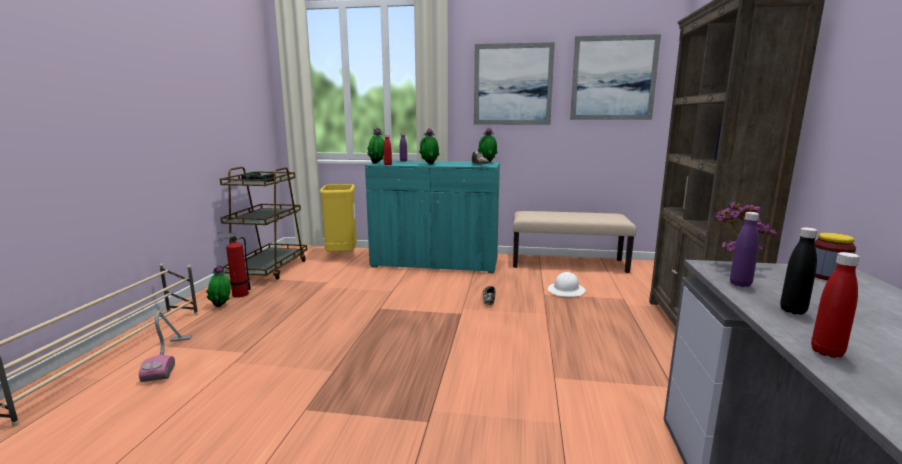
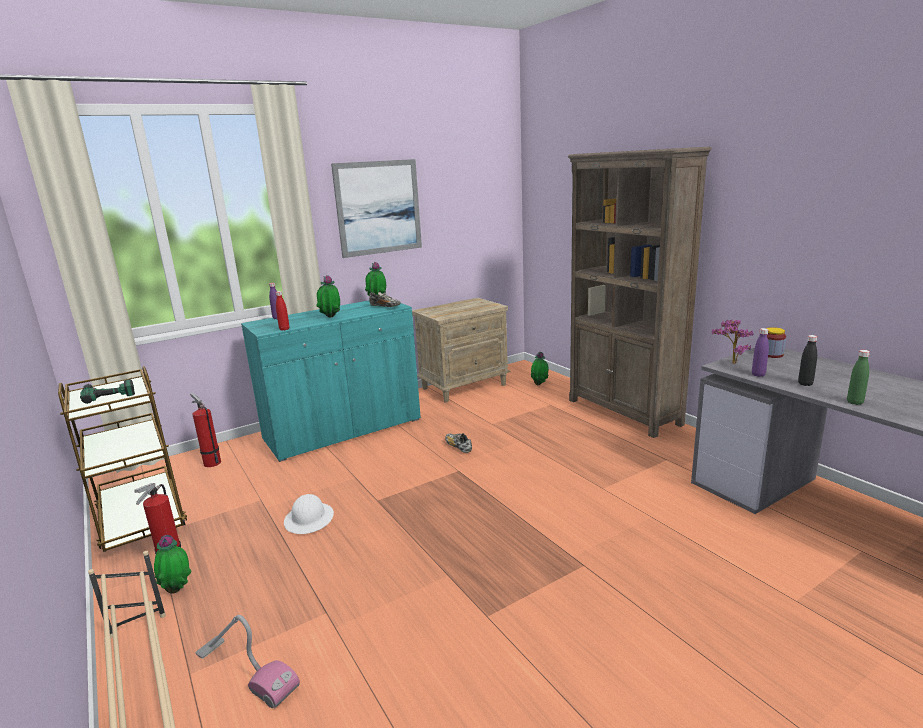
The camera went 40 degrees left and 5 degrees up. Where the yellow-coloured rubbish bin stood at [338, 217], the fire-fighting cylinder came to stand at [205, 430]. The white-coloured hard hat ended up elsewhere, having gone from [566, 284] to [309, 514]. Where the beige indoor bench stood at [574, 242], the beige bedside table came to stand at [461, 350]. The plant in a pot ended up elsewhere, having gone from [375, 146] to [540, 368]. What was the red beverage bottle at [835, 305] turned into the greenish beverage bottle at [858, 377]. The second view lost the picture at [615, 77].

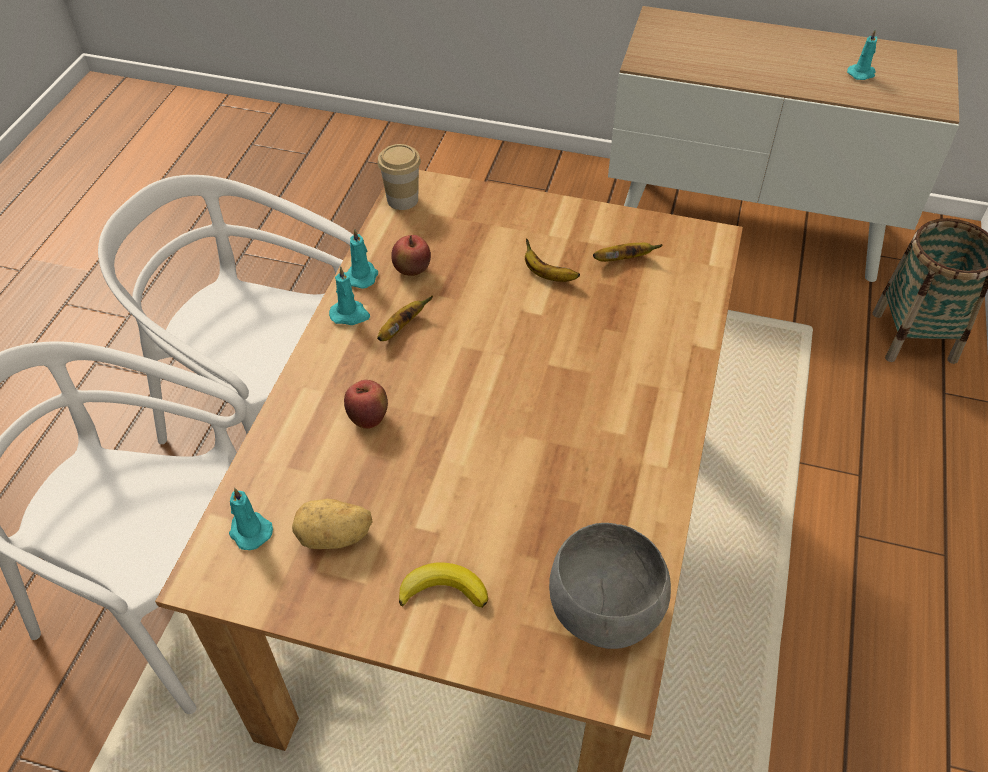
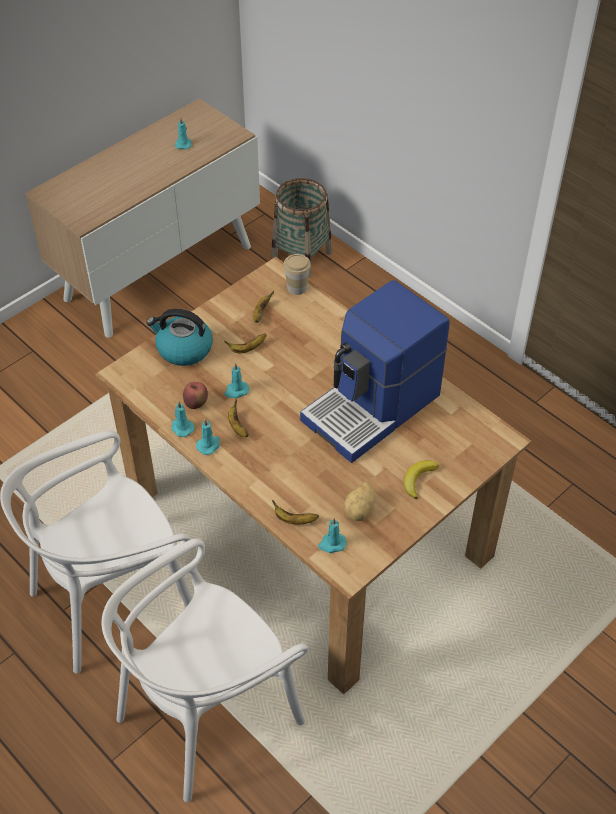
The camera went 60 degrees left and 0 degrees up. The second view gained the water kettle at [179, 337]. The second view gained the blue-green wax light at [236, 380]. The second view gained the whole banana at [295, 512]. The cup ended up elsewhere, having gone from [399, 177] to [297, 274]. The second view gained the coffee brewer at [375, 371]. The second view lost the whole apple at [366, 404]. The second view lost the grey bowl at [610, 586].

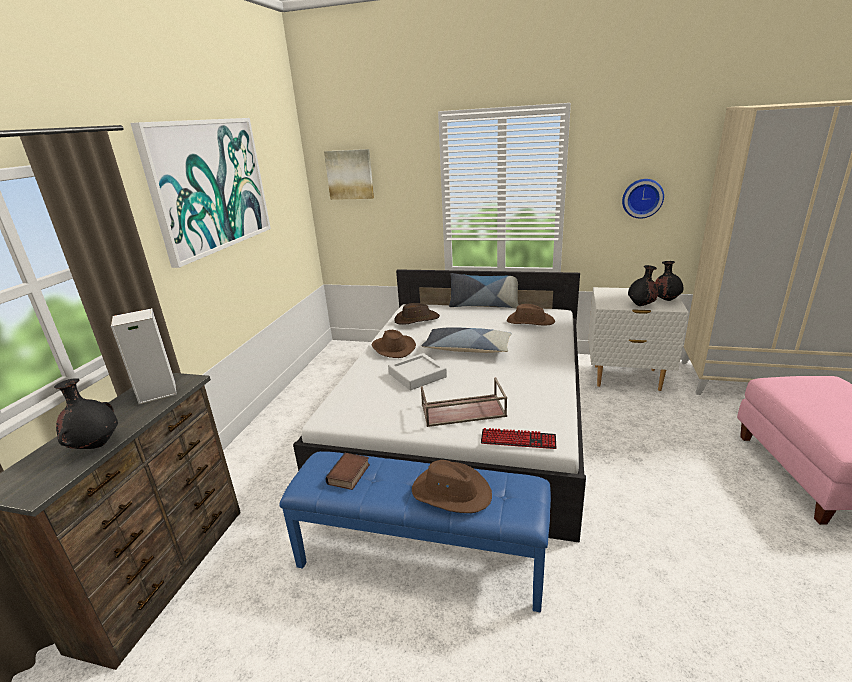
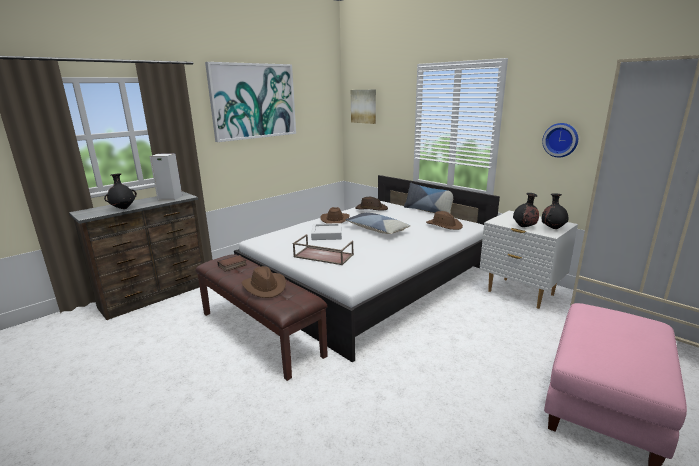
The camera went 30 degrees right and 5 degrees down. What was the blue-coloured indoor bench at [415, 532] turned into the brownish indoor bench at [261, 317]. The second view lost the PC keyboard at [518, 438].

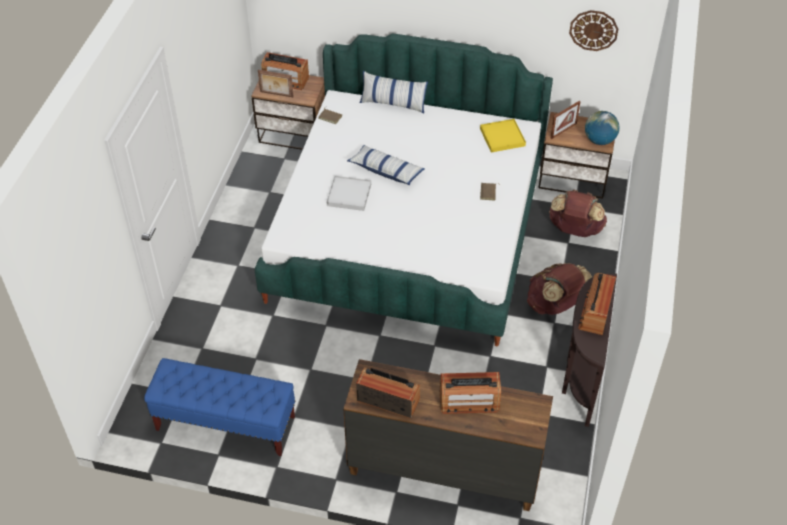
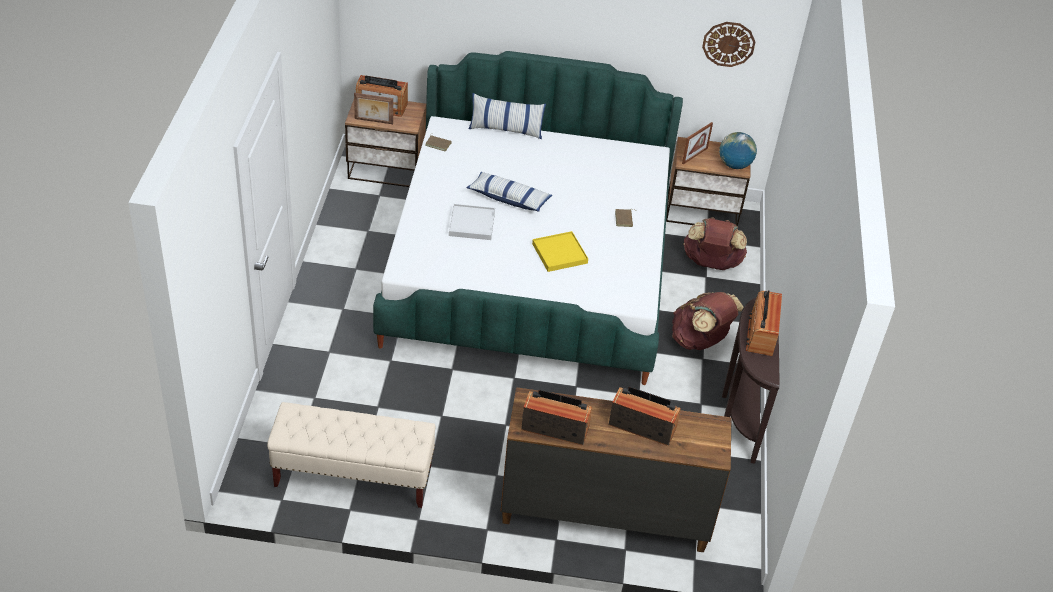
The camera went 10 degrees left and 5 degrees down. What was the blue-coloured indoor bench at [219, 407] turned into the beige indoor bench at [351, 455]. The yellow-coloured tray ended up elsewhere, having gone from [503, 135] to [560, 251]. The radio receiver at [470, 393] ended up facing another way, 150 degrees counterclockwise from before.

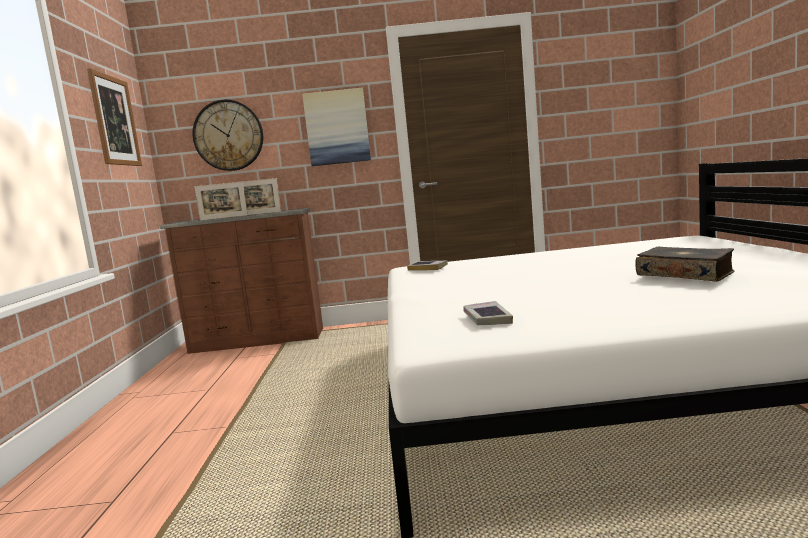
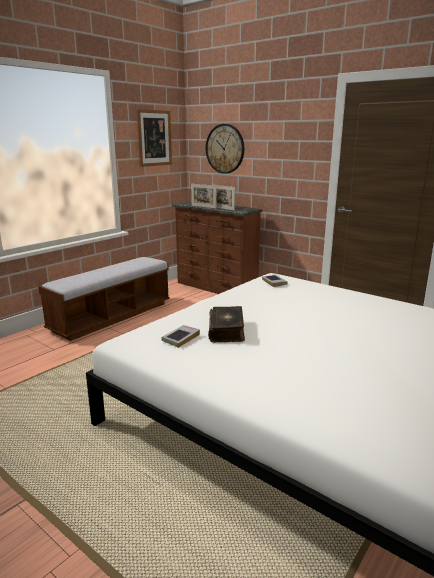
The camera went 40 degrees right and 10 degrees up. The second view gained the indoor bench at [104, 299]. The bound book ended up elsewhere, having gone from [685, 264] to [226, 324]. The second view lost the picture at [336, 127].

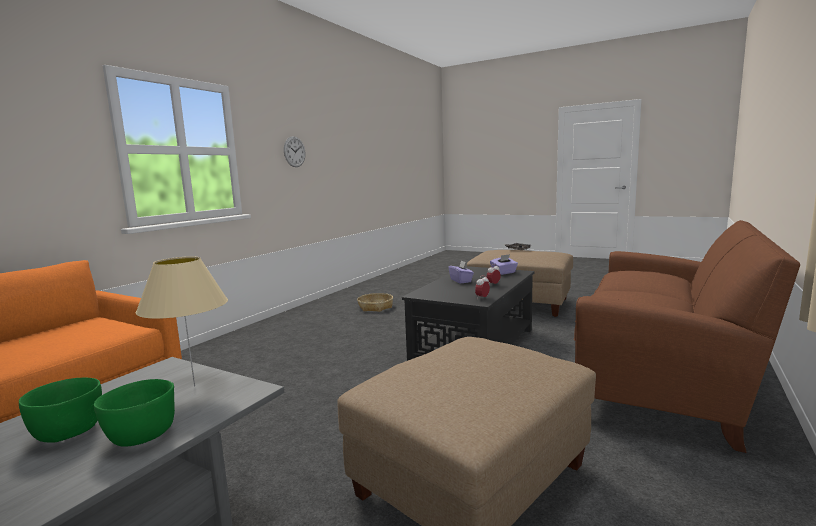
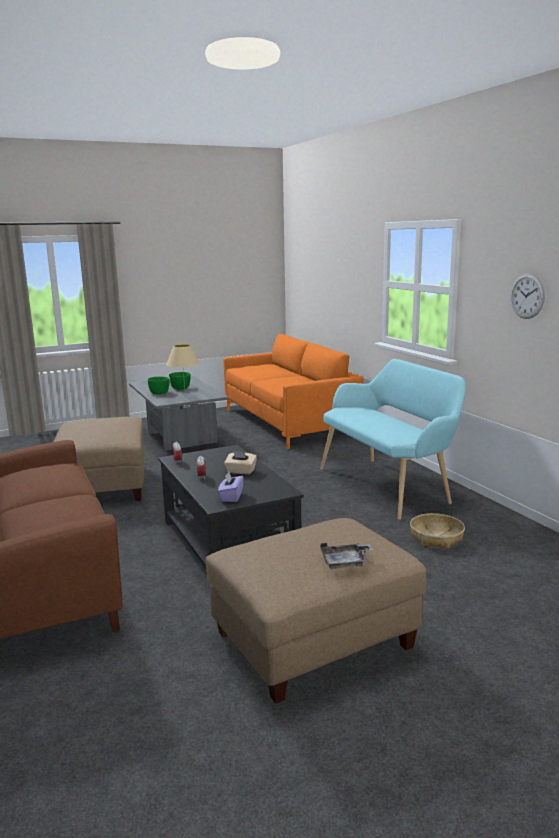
The camera went 125 degrees right and 5 degrees up. What was the purple-coloured tissue holder at [461, 272] turned into the beige tissue holder at [240, 462]. The second view gained the blue-green indoor bench at [393, 439].

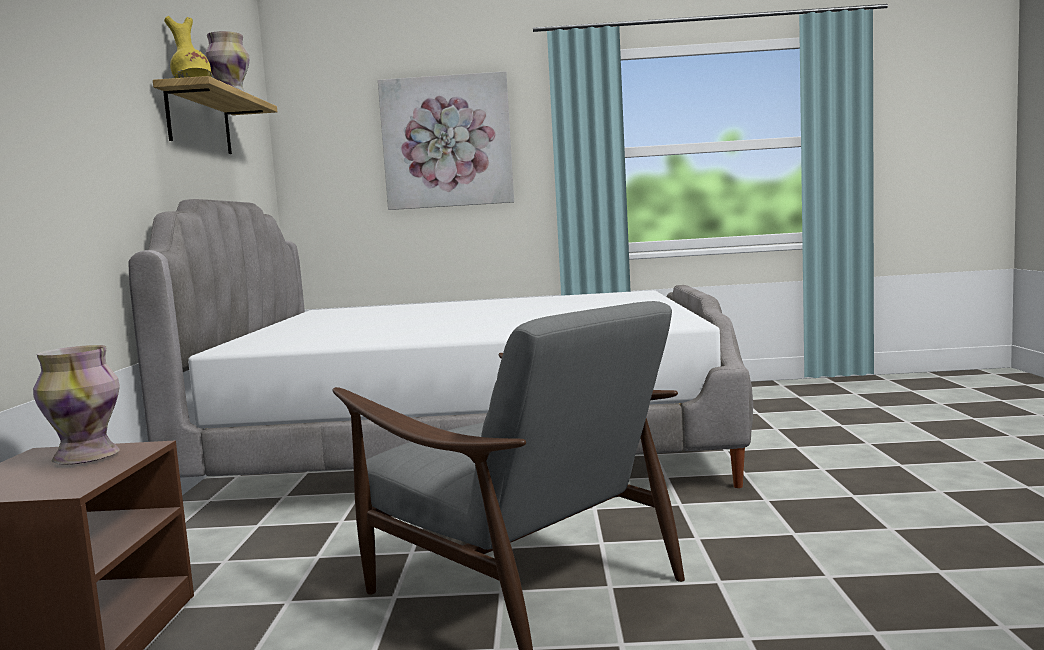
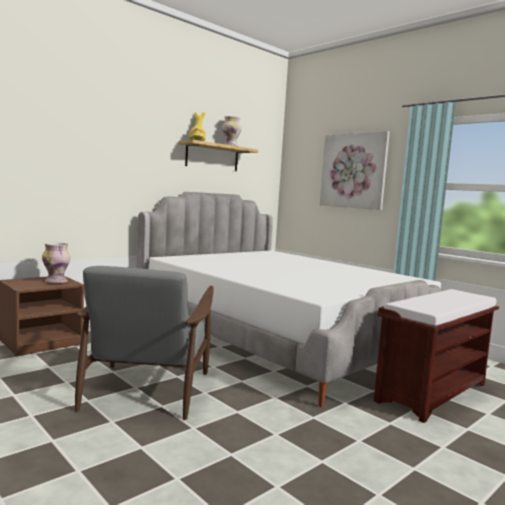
The camera went 45 degrees right and 0 degrees up. The second view gained the brownish indoor bench at [436, 356].

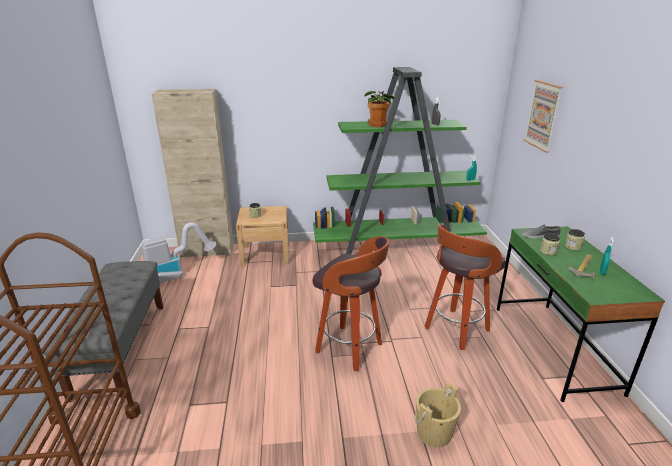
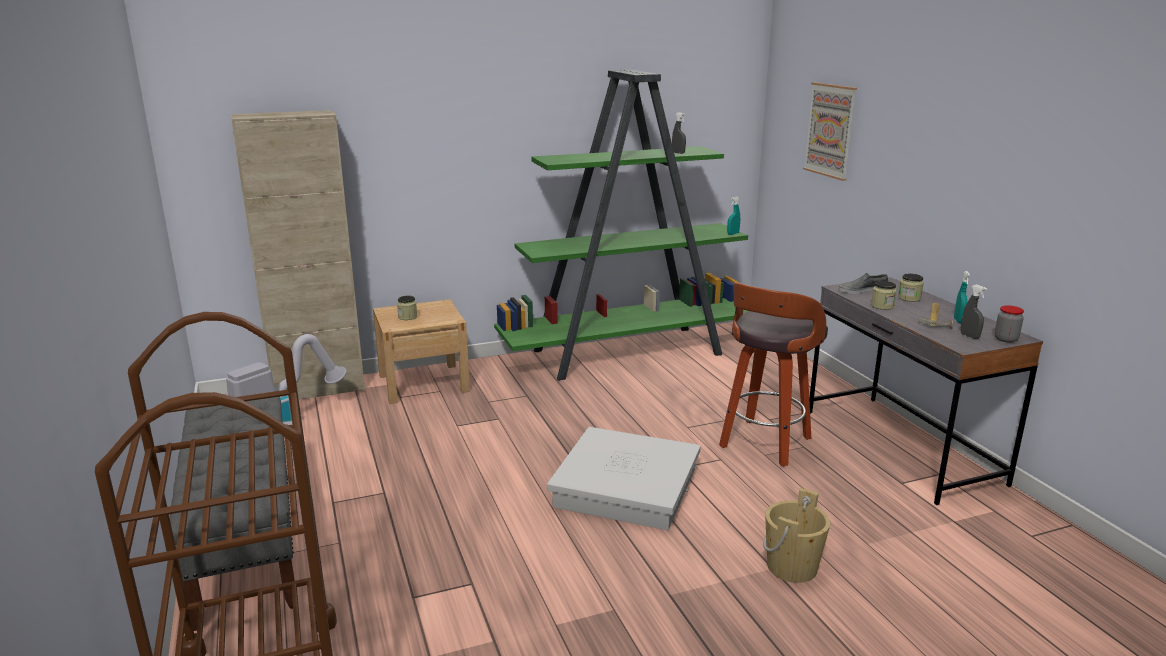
The camera went 15 degrees left and 5 degrees down. Where the sitting stool stood at [351, 303], the white-coloured storage box came to stand at [624, 478]. What was the greenish desk unit at [581, 314] turned into the grey desk unit at [926, 391]. The second view gained the grey spray bottle at [974, 312]. The second view gained the storage jar at [1009, 324]. The second view lost the plant in a pot at [379, 109].

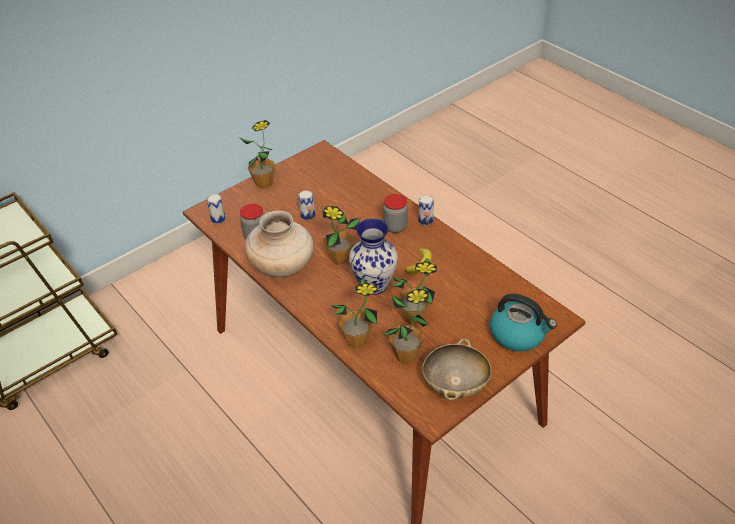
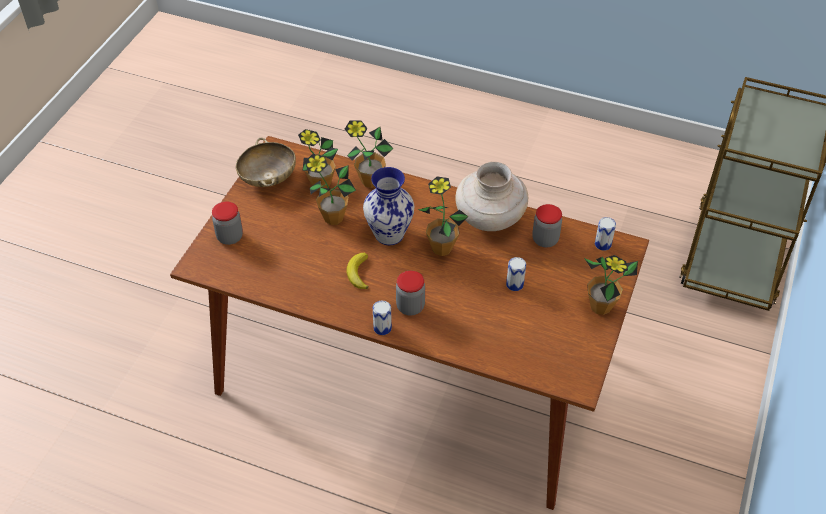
The camera went 150 degrees right and 5 degrees up. Where the water kettle stood at [523, 323], the storage jar came to stand at [227, 223].

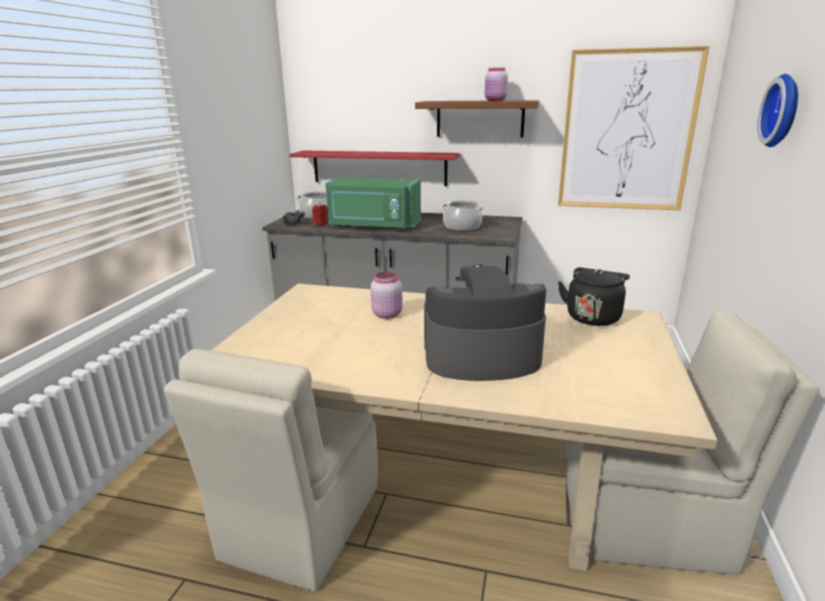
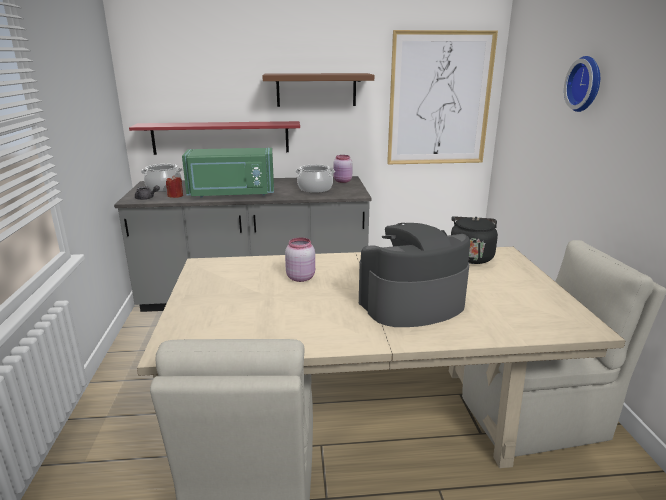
The camera went 20 degrees left and 0 degrees up. The pinkish storage jar ended up elsewhere, having gone from [496, 84] to [343, 169].

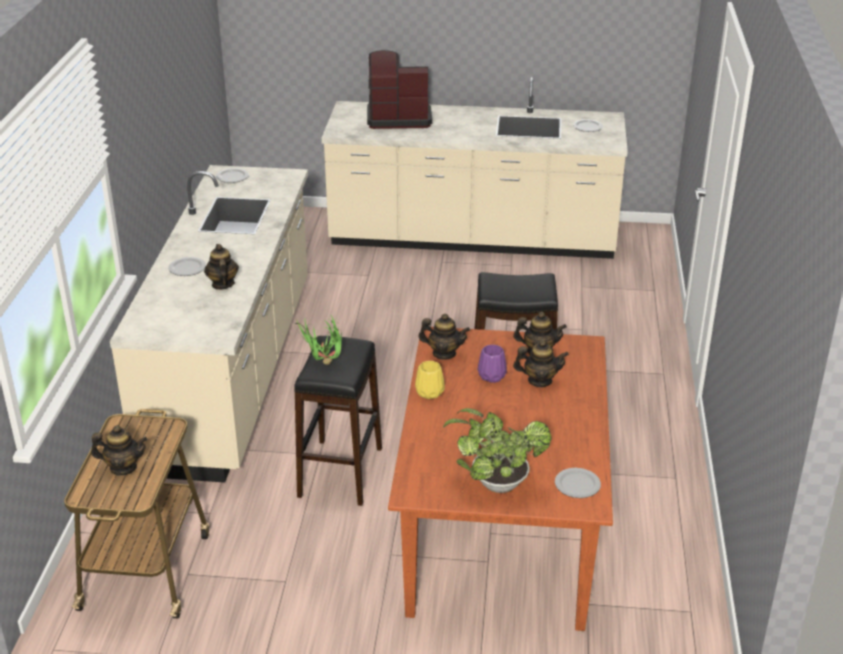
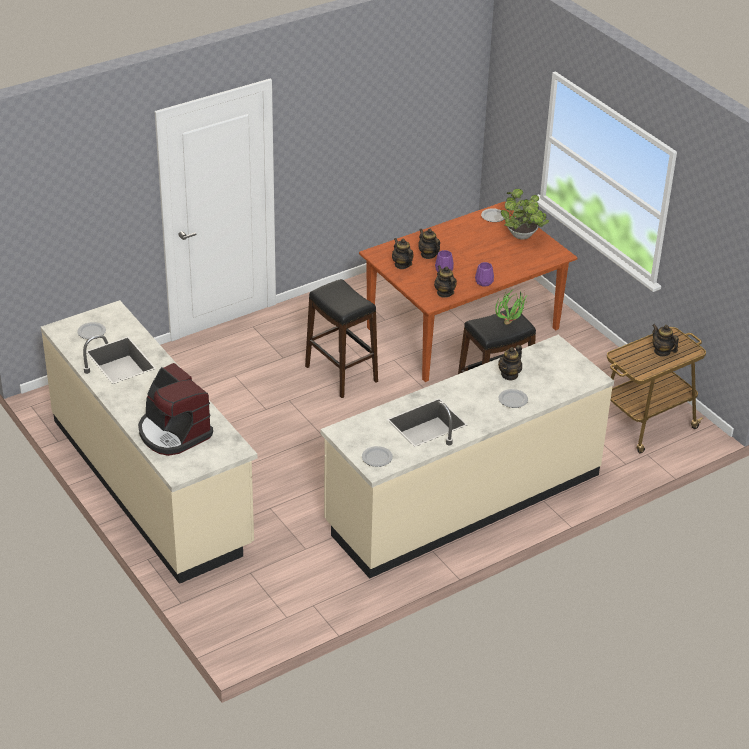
The camera went 130 degrees left and 5 degrees up. What was the yellow-coloured vase at [430, 380] turned into the purple-coloured vase at [484, 274].

